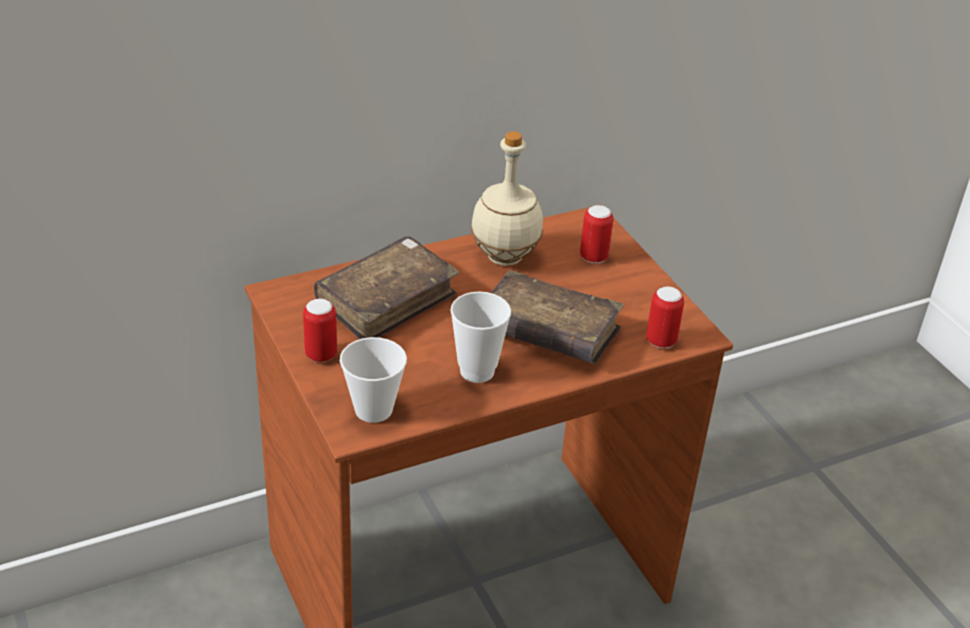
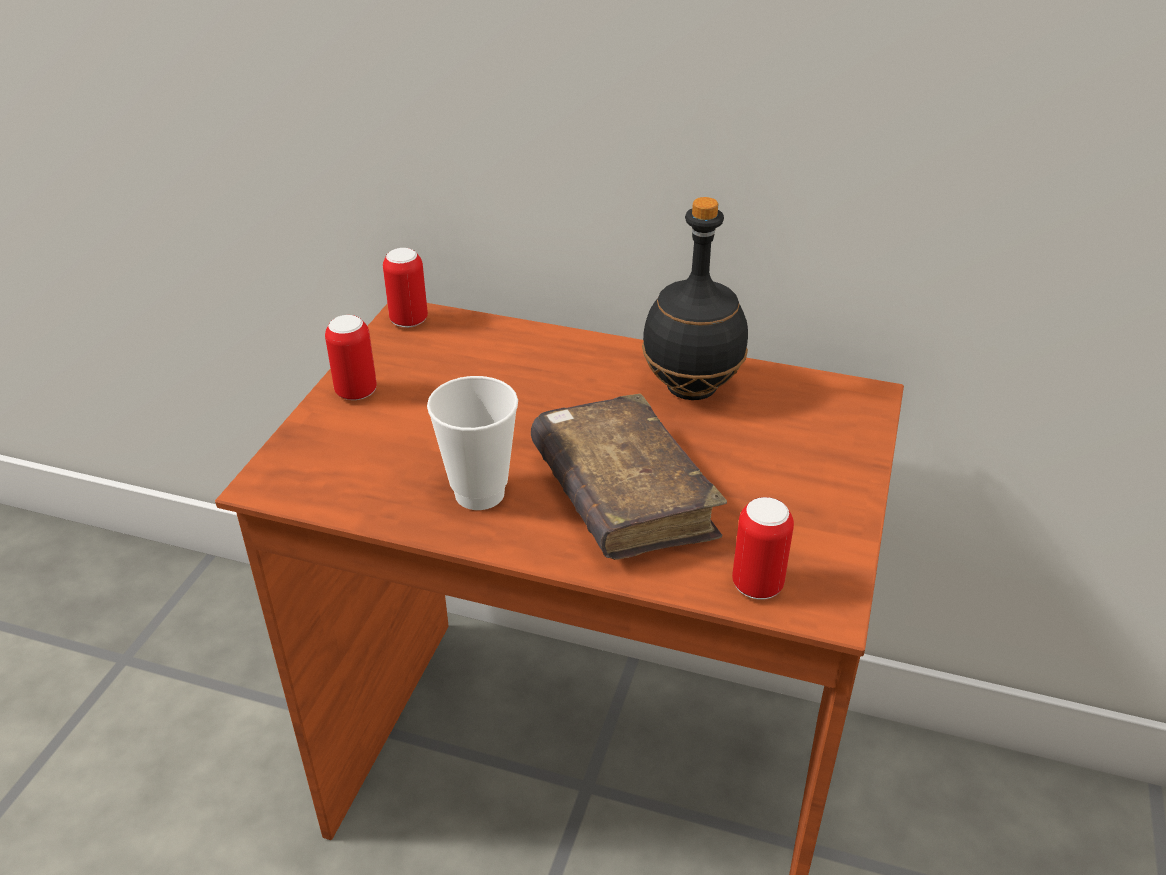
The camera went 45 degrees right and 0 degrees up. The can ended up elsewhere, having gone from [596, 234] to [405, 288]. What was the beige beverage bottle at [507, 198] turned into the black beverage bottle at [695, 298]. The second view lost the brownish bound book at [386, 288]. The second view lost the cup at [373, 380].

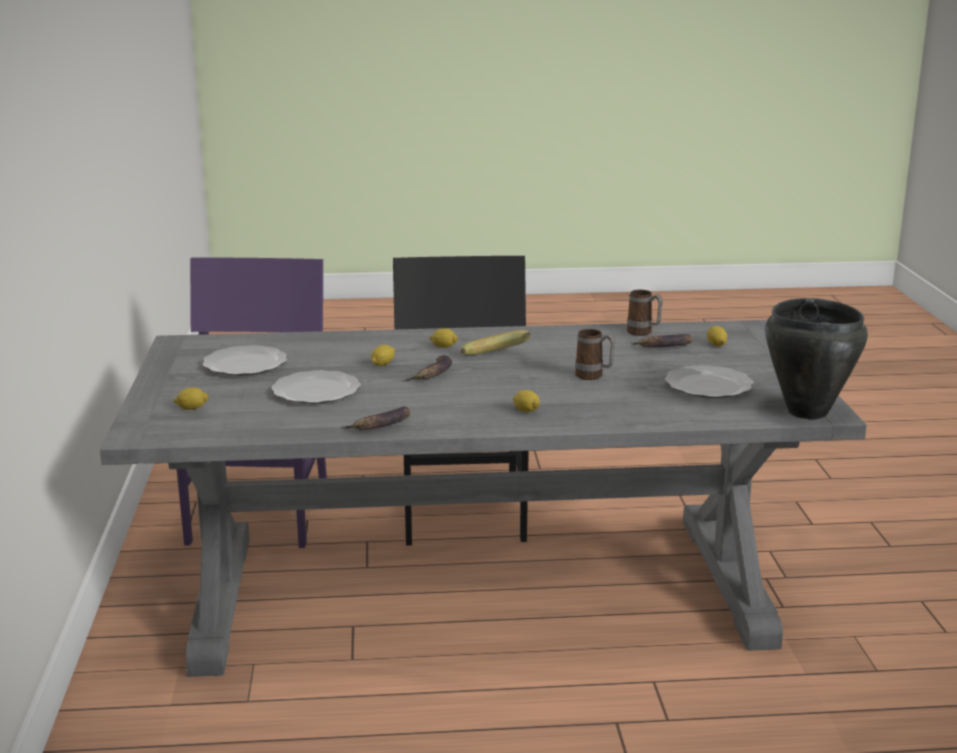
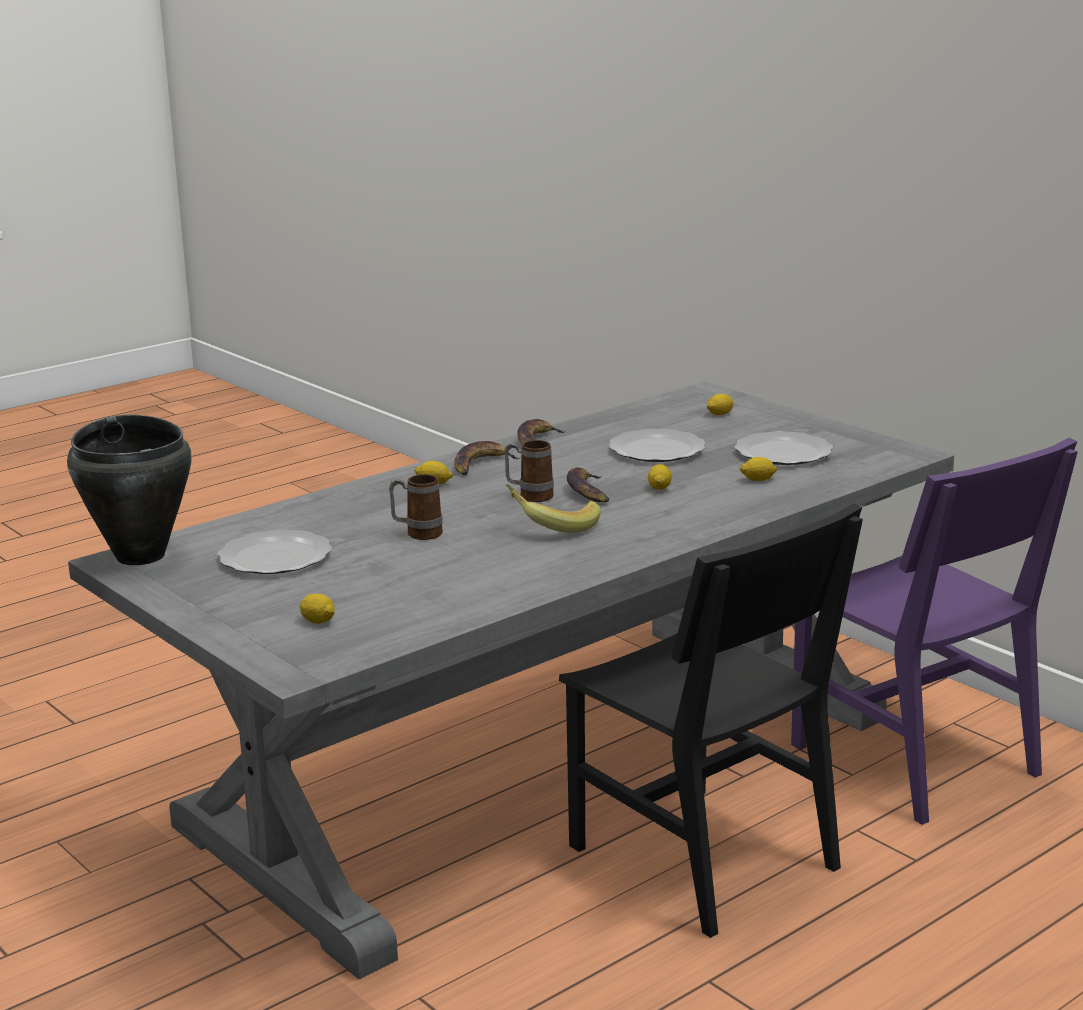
The camera went 145 degrees right and 0 degrees up. The whole banana ended up elsewhere, having gone from [662, 340] to [487, 458]. The tea mug ended up elsewhere, having gone from [645, 313] to [529, 471]. The lemon ended up elsewhere, having gone from [444, 338] to [758, 469].

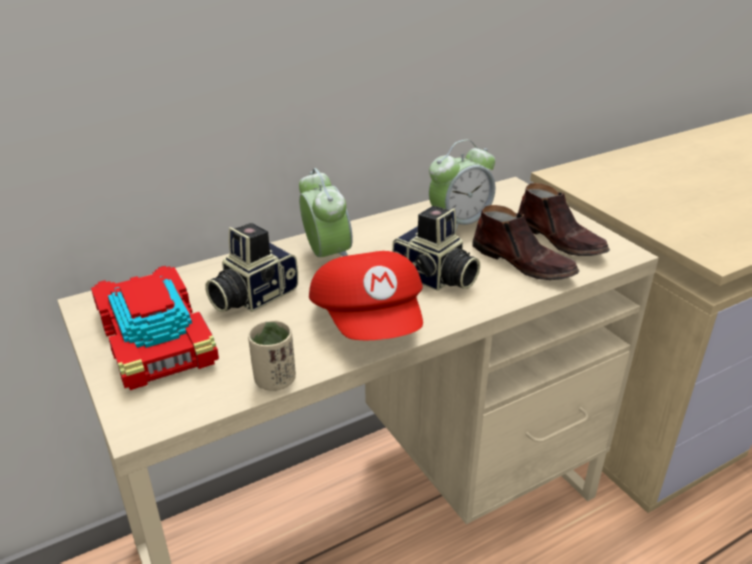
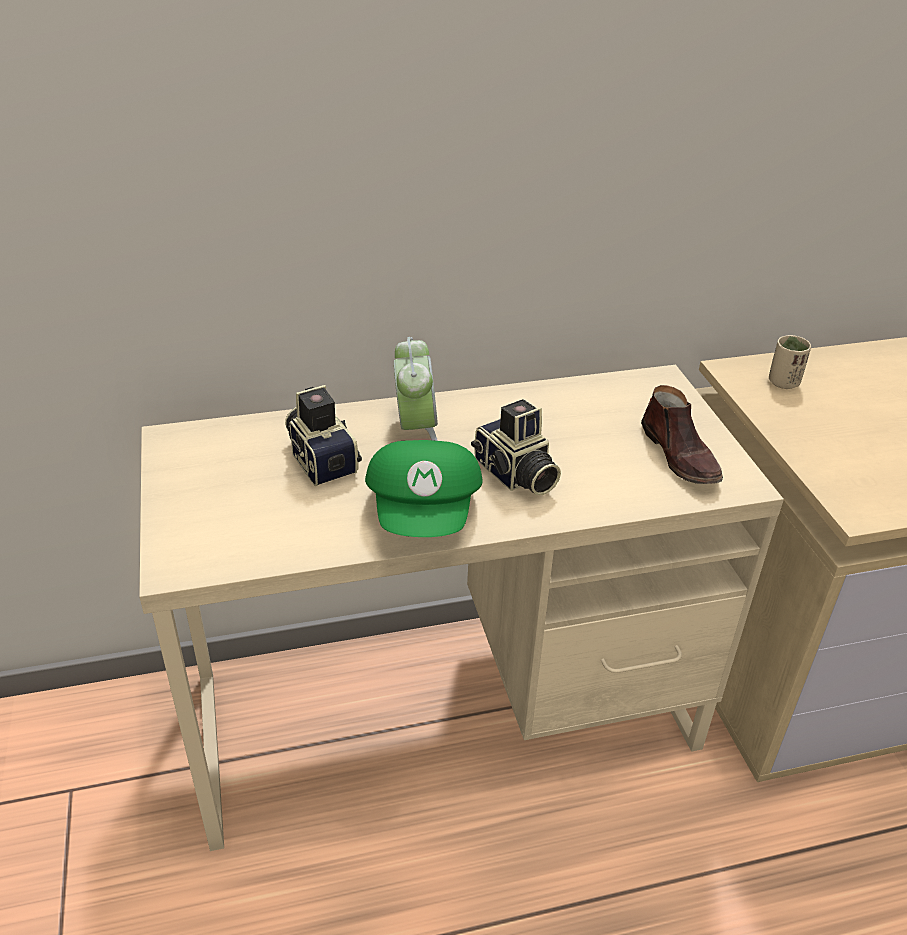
The camera went 15 degrees right and 5 degrees up. The photo camera at [251, 267] ended up facing another way, 90 degrees clockwise from before. What was the red cap at [366, 295] turned into the greenish cap at [424, 488]. The beige cup ended up elsewhere, having gone from [272, 355] to [790, 362]. The second view lost the miniature car at [155, 328]. The second view lost the alarm clock at [462, 185]. The second view lost the brownish shoe at [526, 242].

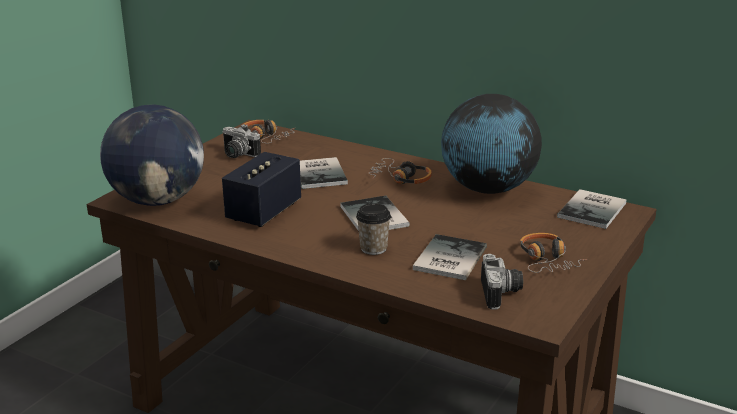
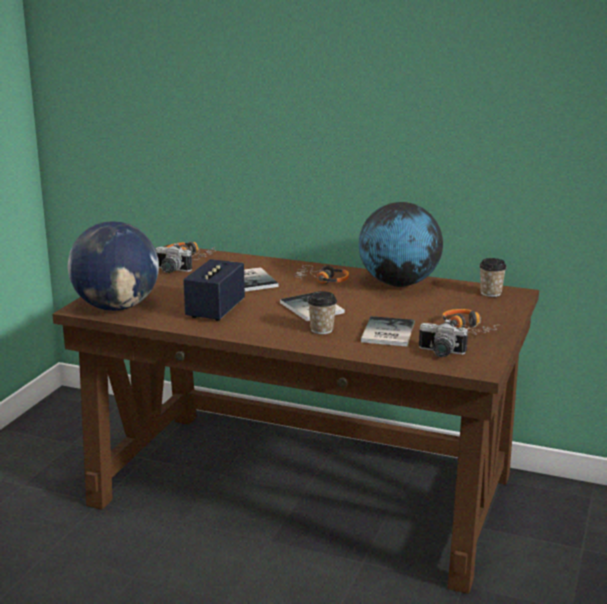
The camera went 10 degrees left and 5 degrees down. The photo camera at [502, 281] ended up facing another way, 120 degrees clockwise from before. Where the bound book stood at [592, 209], the cup came to stand at [493, 277].

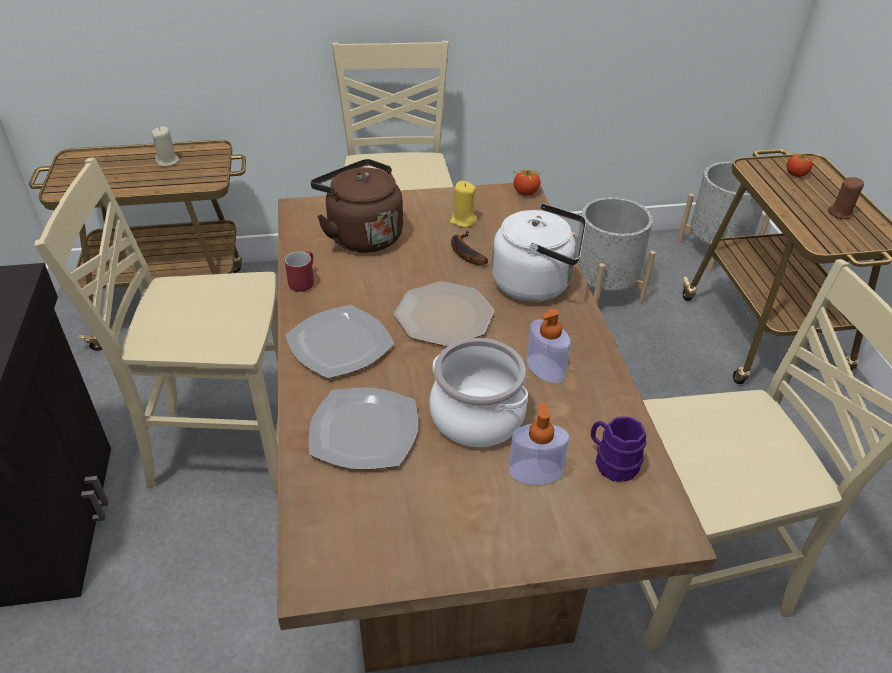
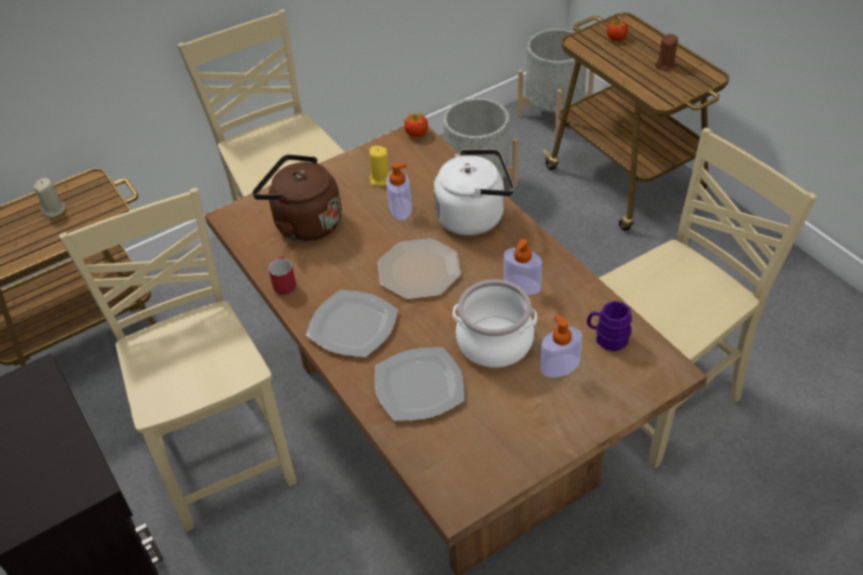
The camera went 20 degrees left and 5 degrees up. The beige plain chair at [156, 325] ended up facing another way, 90 degrees clockwise from before. Where the whole banana stood at [469, 248], the liquid soap bottle came to stand at [399, 191].

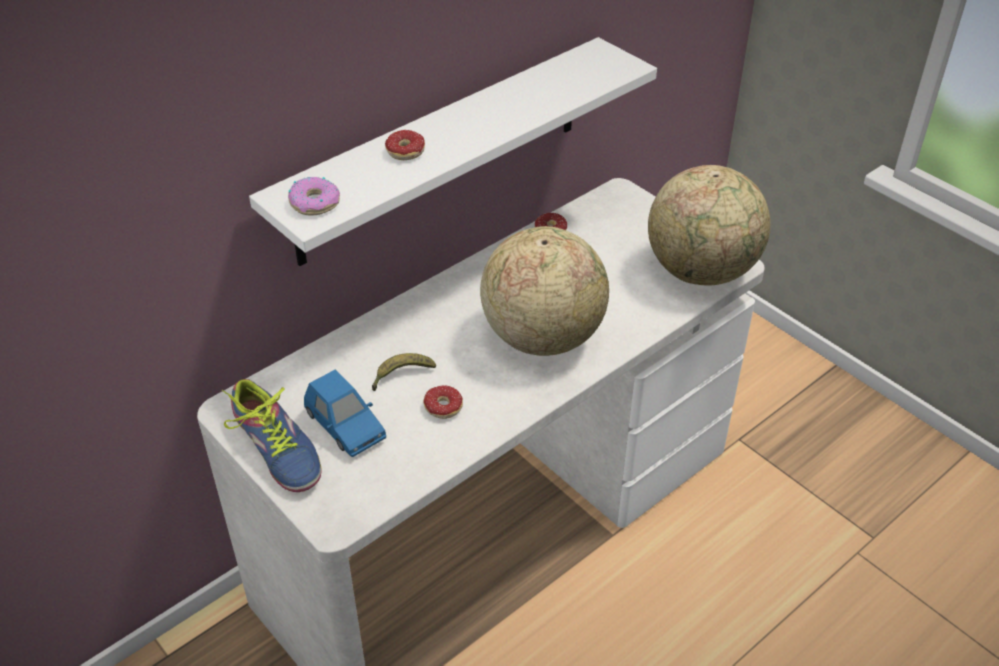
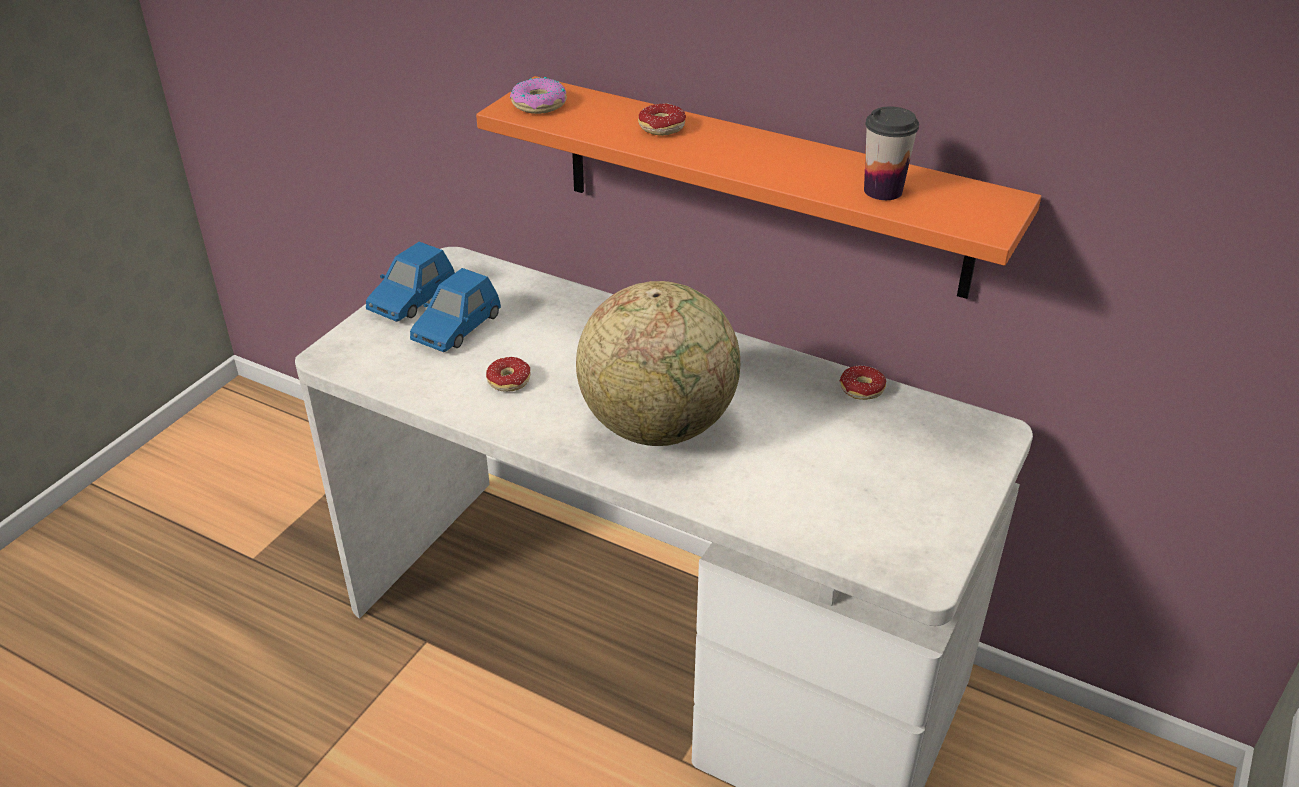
The camera went 70 degrees right and 5 degrees down. Where the shoe stood at [272, 435], the blue-coloured miniature car came to stand at [410, 282]. What was the white-coloured wall shelf at [453, 151] turned into the orangey wall shelf at [758, 187]. The second view gained the cup at [891, 153]. The second view lost the whole banana at [404, 372]. The second view lost the desk globe at [709, 225].

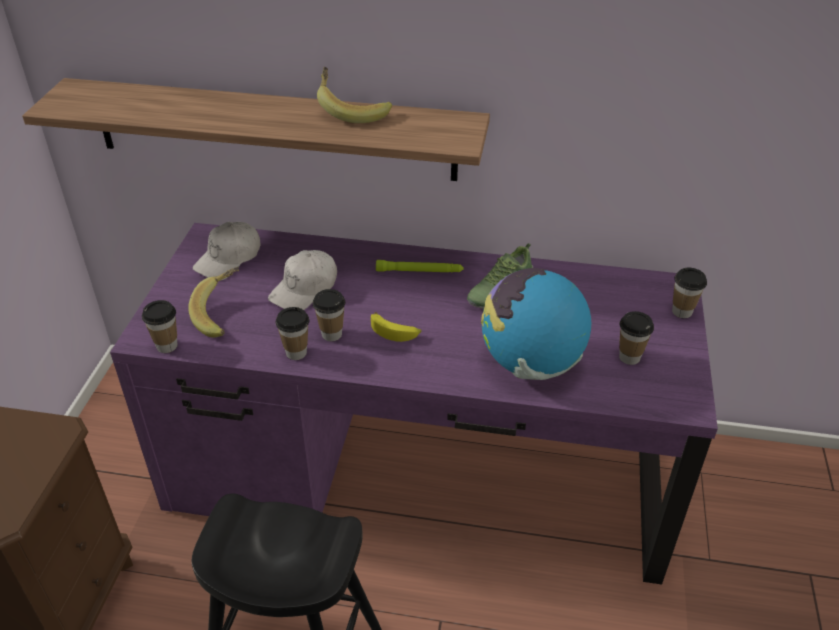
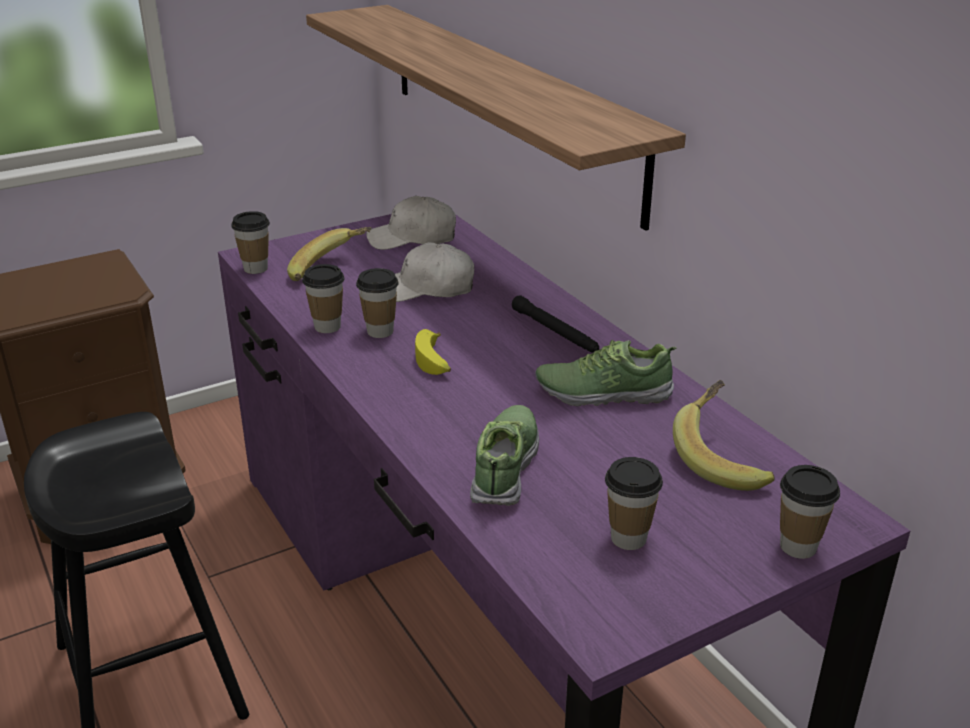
The camera went 50 degrees right and 10 degrees down. Where the desk globe stood at [536, 324], the shoe came to stand at [504, 455]. What was the greenish flashlight at [420, 266] turned into the black flashlight at [555, 323]. The whole banana ended up elsewhere, having gone from [354, 95] to [724, 435].

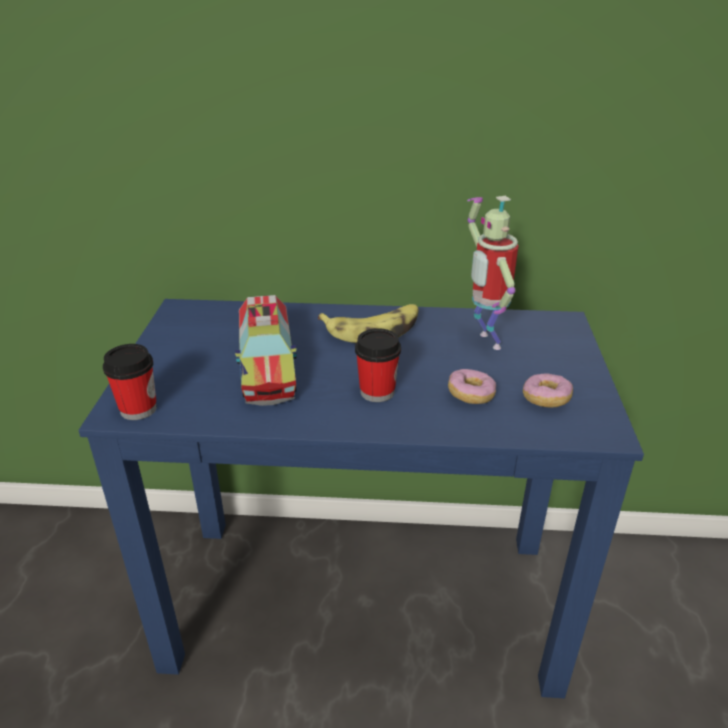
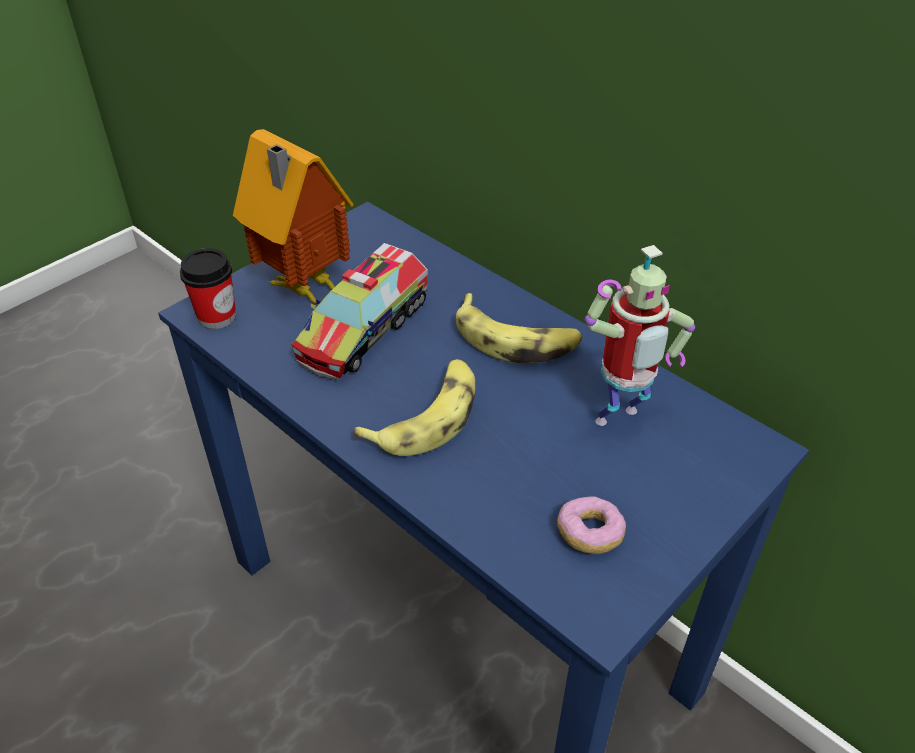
The camera went 40 degrees right and 10 degrees up. The second view gained the model house at [293, 217]. Where the cup stood at [378, 365], the whole banana came to stand at [415, 407]. The model robot at [493, 273] ended up facing another way, 135 degrees counterclockwise from before. The second view lost the donut at [472, 386].

